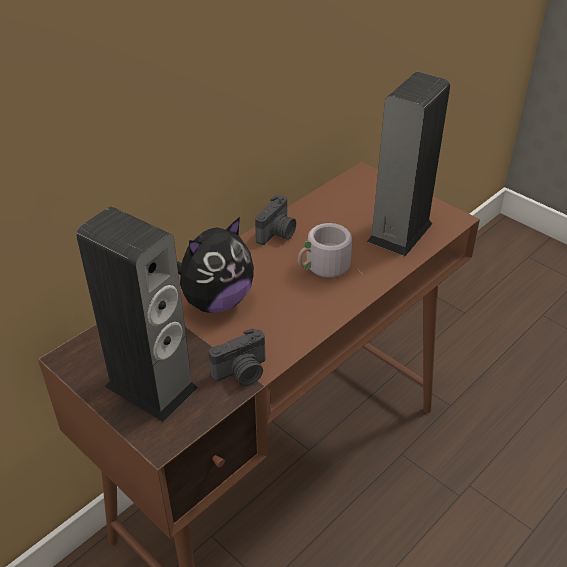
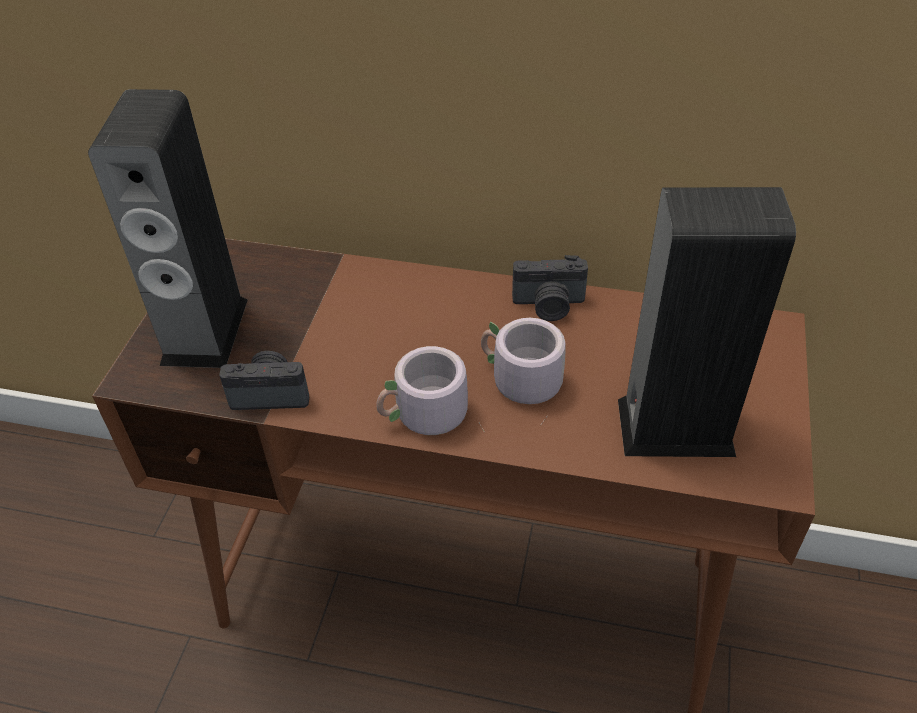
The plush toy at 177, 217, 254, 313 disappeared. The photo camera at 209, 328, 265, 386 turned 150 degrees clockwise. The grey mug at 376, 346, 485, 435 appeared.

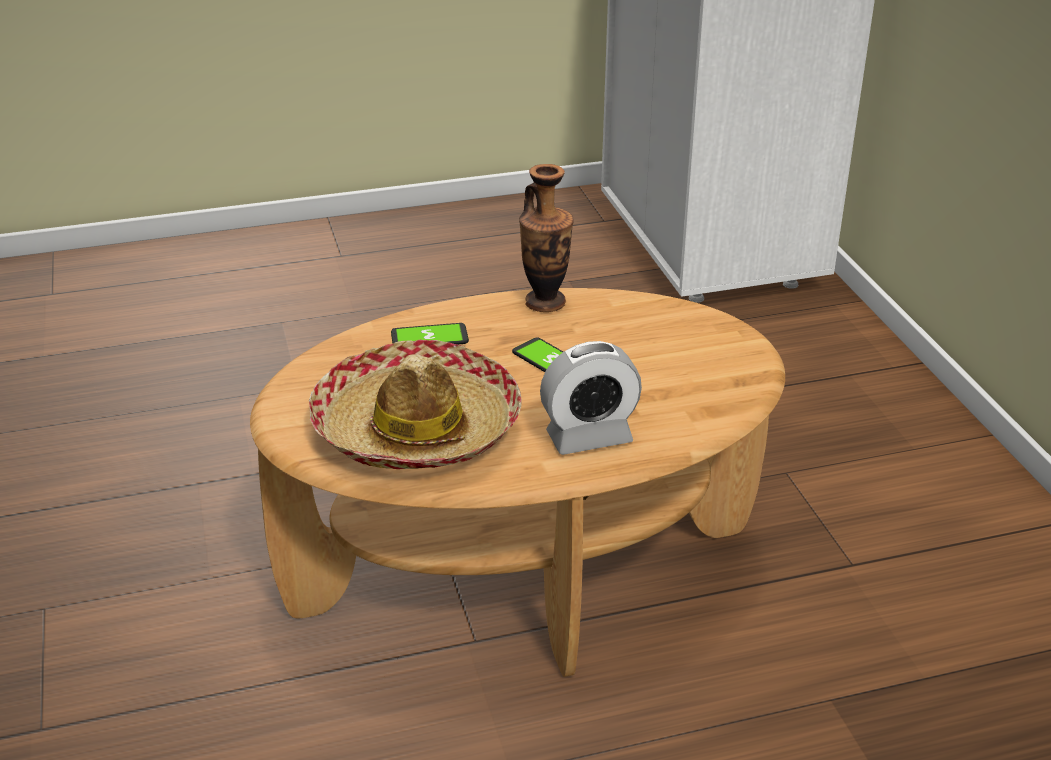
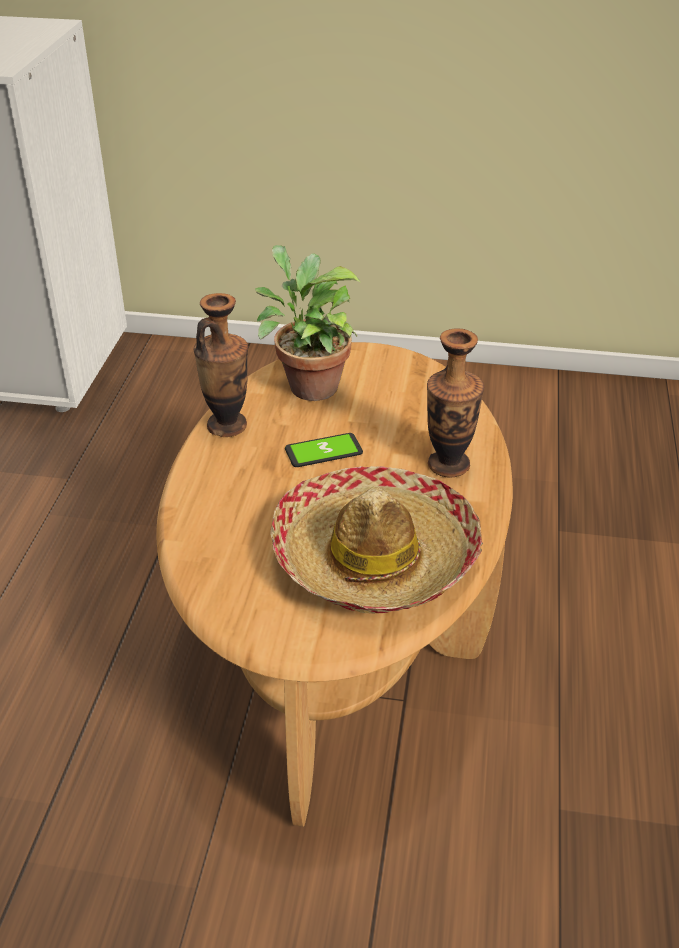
The phone at 391, 323, 469, 344 disappeared. The alarm clock at 540, 341, 642, 455 was replaced by the vase at 427, 328, 484, 477. The potted plant at 255, 245, 360, 401 appeared.

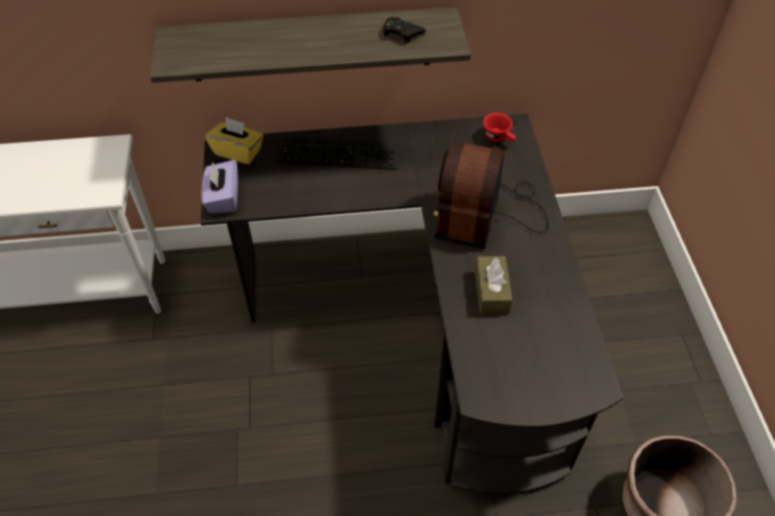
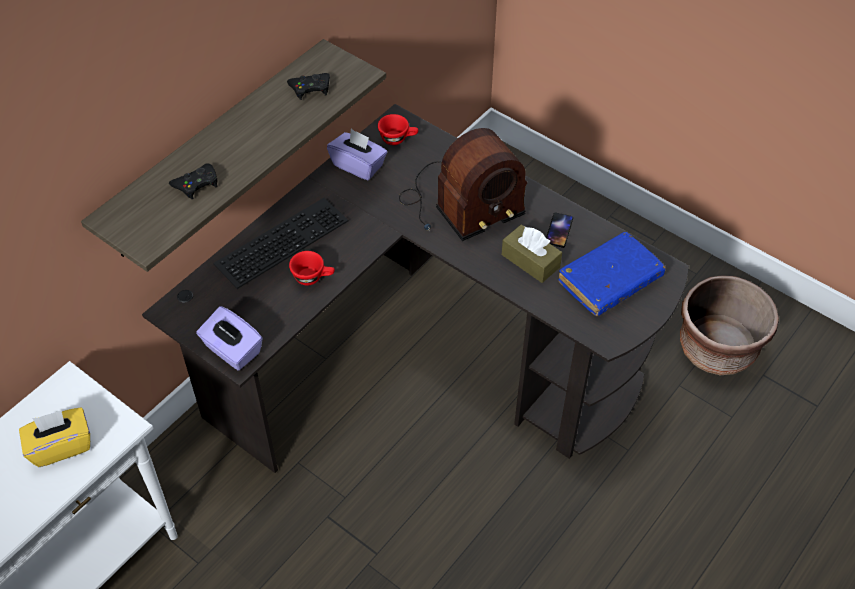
The yellow tissue box moved from 205, 117, 264, 164 to 19, 407, 90, 467. The radio at 434, 141, 549, 249 turned 90 degrees counterclockwise. The purple tissue box at 327, 129, 387, 180 appeared. The black game controller at 169, 163, 218, 199 appeared. The phone at 546, 212, 573, 248 appeared. The blue book at 558, 232, 666, 316 appeared. The red cup at 289, 251, 335, 285 appeared.

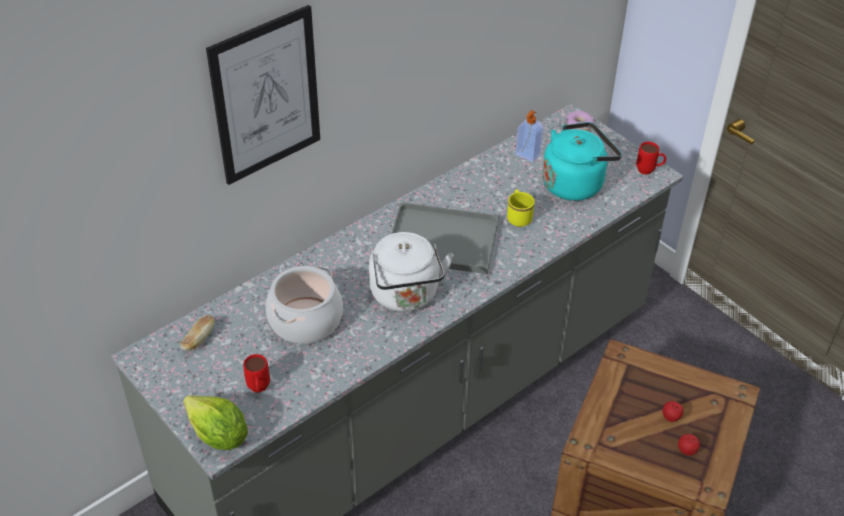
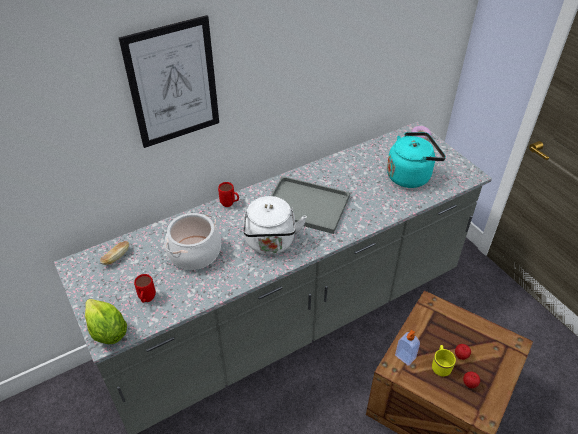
The soap dispenser moved from 515, 110, 543, 162 to 395, 330, 420, 366. The red mug moved from 636, 142, 666, 175 to 218, 182, 239, 207. The yellow mug moved from 507, 189, 535, 227 to 432, 345, 456, 376.

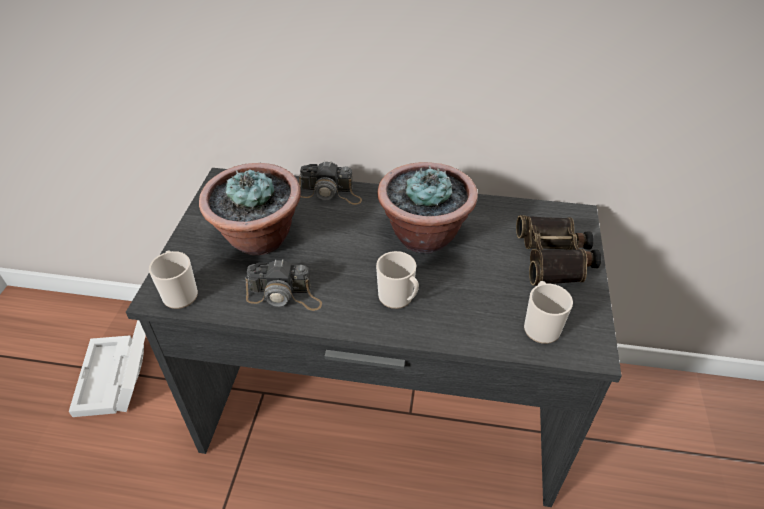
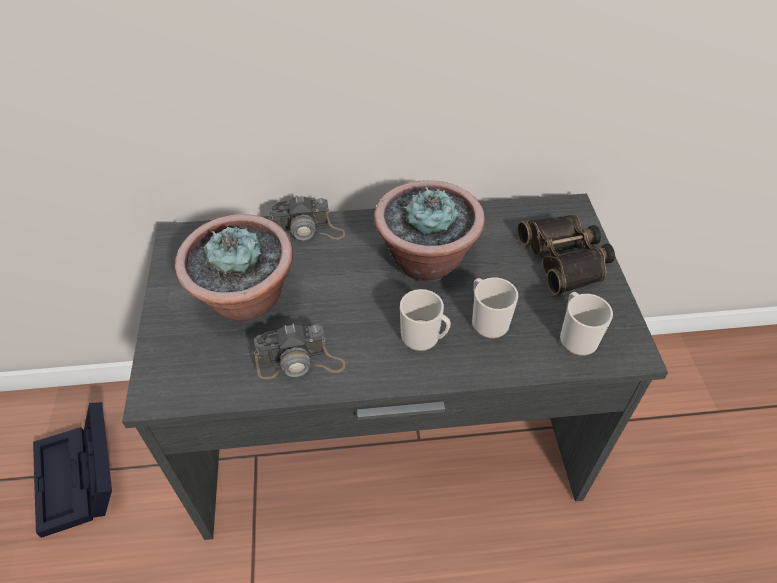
The mug moved from 149, 250, 198, 309 to 472, 277, 518, 339. The white storage box at 69, 320, 146, 417 became the black storage box at 33, 402, 112, 538.

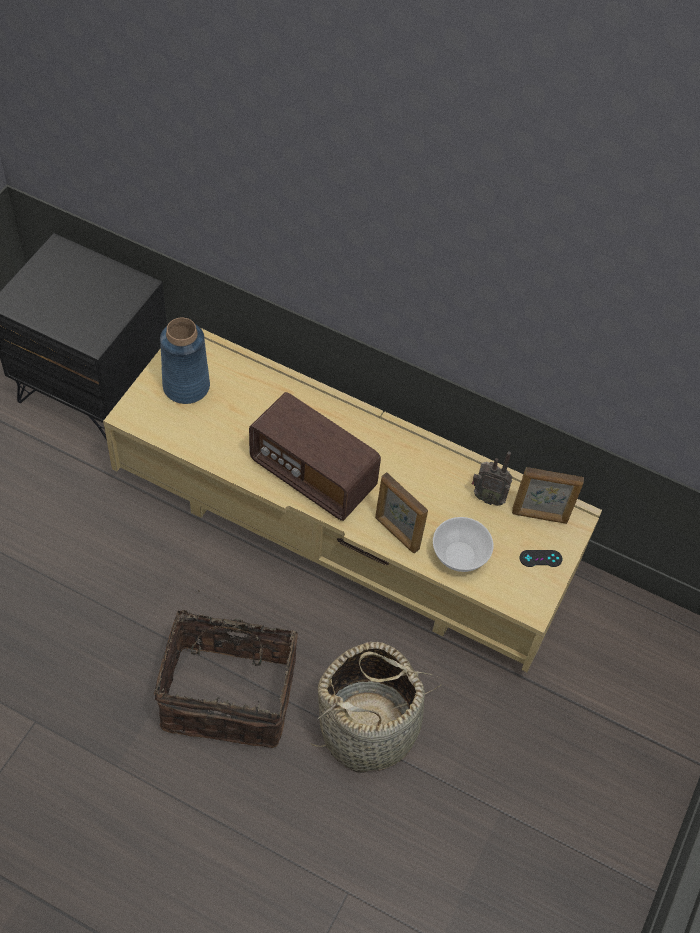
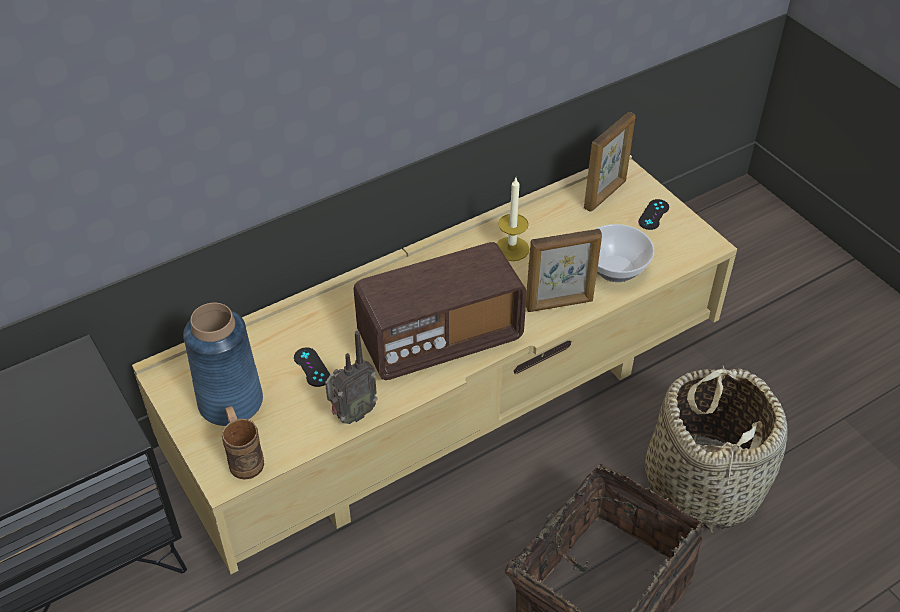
The radio moved from 472, 451, 513, 506 to 325, 331, 378, 424. The candle at 497, 178, 529, 261 appeared. The black game controller at 294, 347, 330, 387 appeared. The brown mug at 222, 406, 264, 480 appeared.

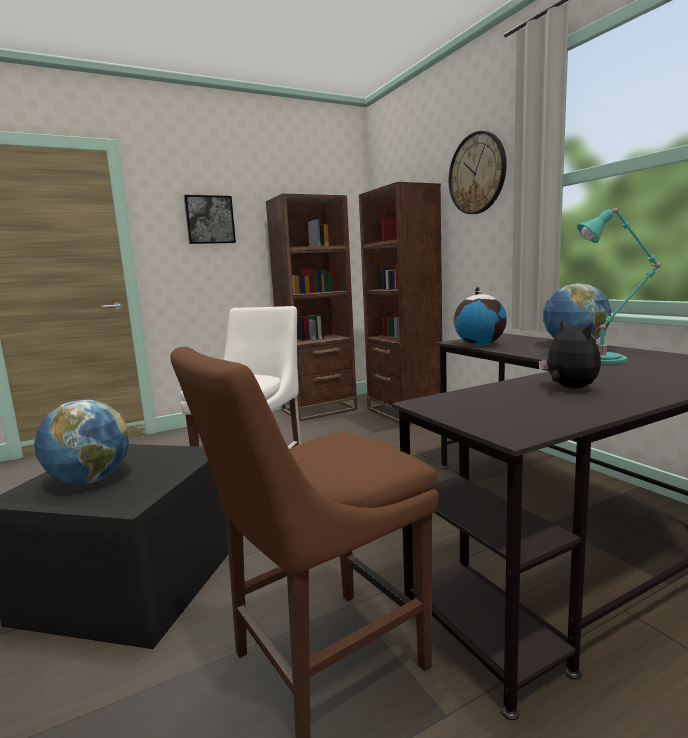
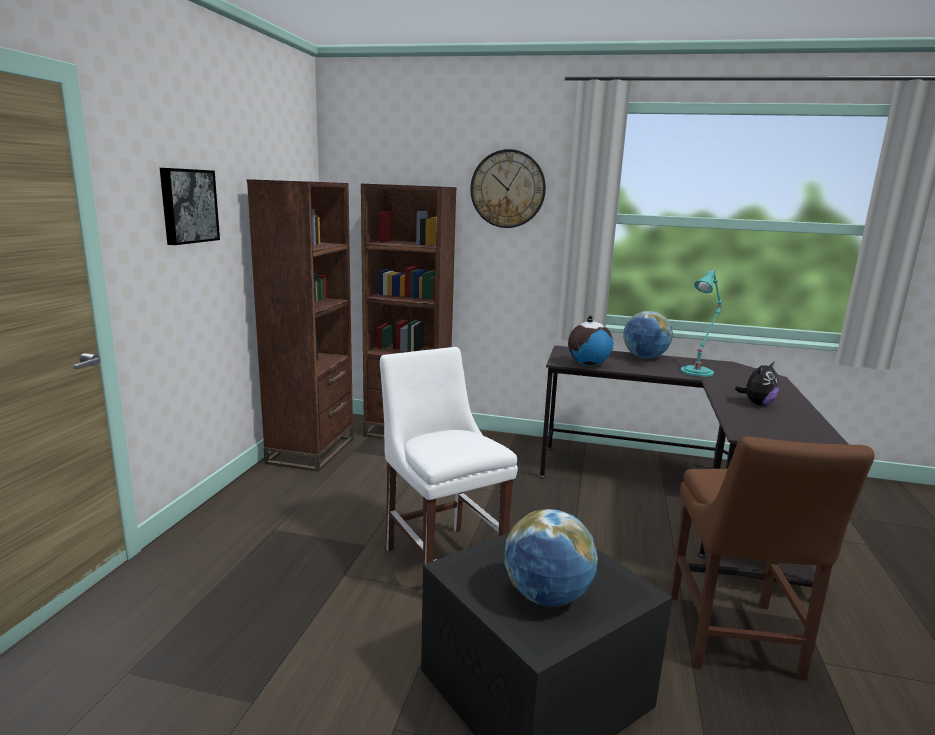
The plush toy at 538, 320, 601, 389 turned 120 degrees clockwise.

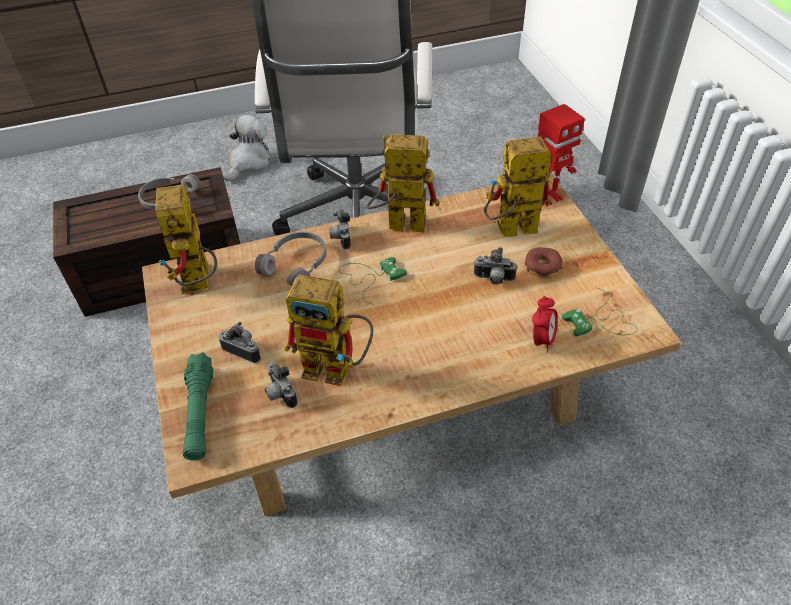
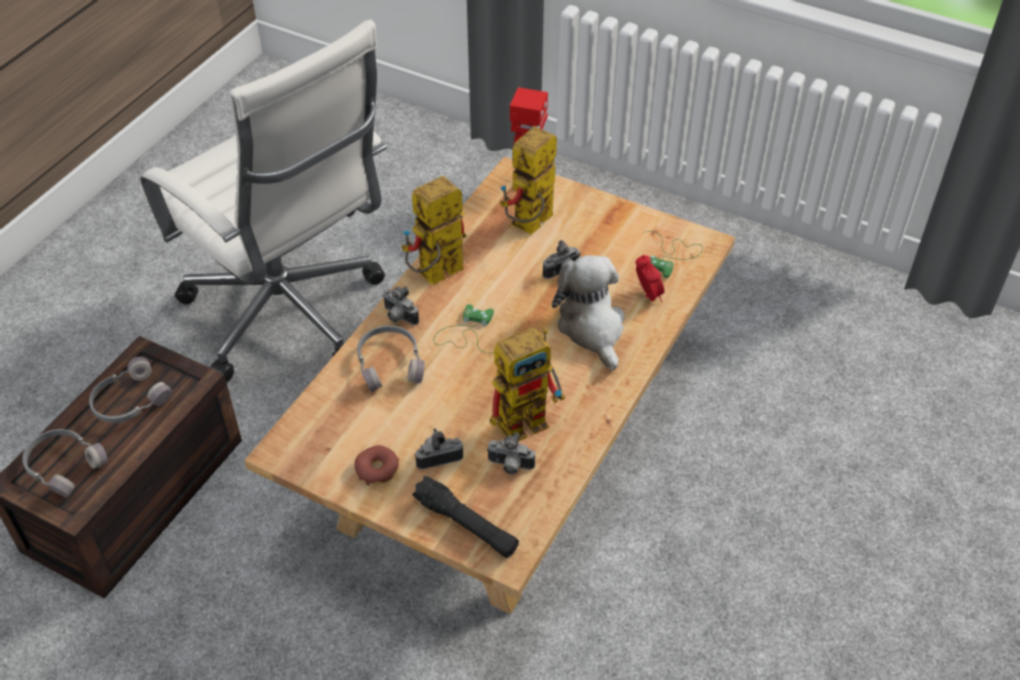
The plush toy moved from 222, 115, 270, 182 to 552, 255, 625, 370. The toy robot at 155, 184, 217, 294 disappeared. The donut moved from 525, 247, 563, 277 to 355, 445, 399, 486. The green flashlight at 183, 352, 213, 460 became the black flashlight at 412, 476, 519, 558. The grey headphones at 22, 429, 108, 497 appeared.

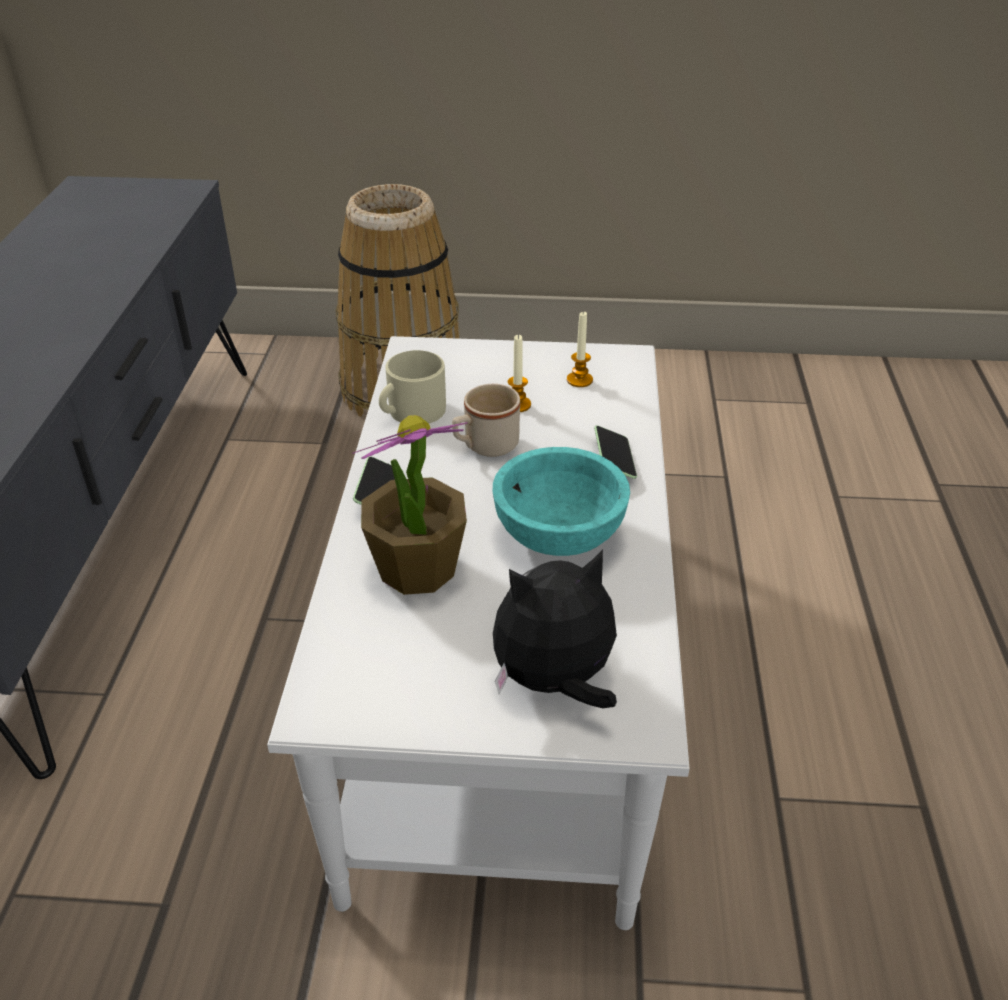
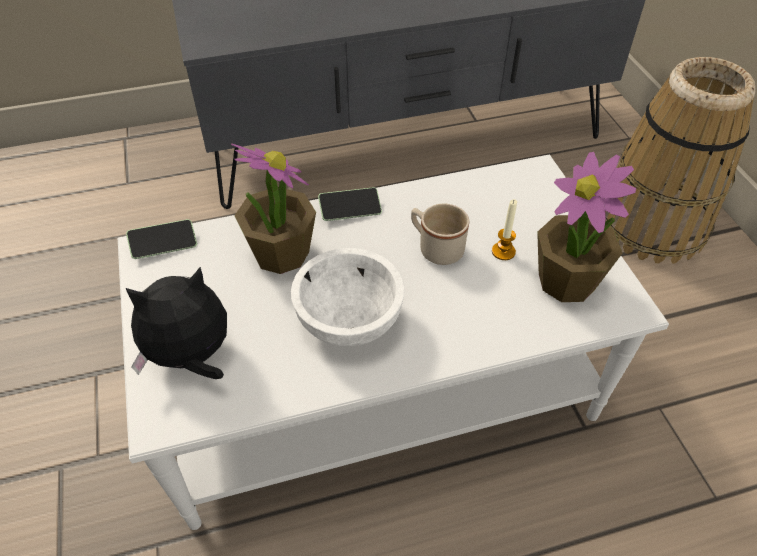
The candle at 567, 311, 593, 387 was replaced by the potted plant at 537, 152, 636, 302. The beige mug at 379, 350, 446, 423 disappeared. The phone moved from 594, 426, 637, 479 to 126, 219, 197, 259. The turquoise bowl at 493, 447, 630, 556 became the white bowl at 291, 248, 405, 347. The plush toy at 493, 549, 617, 708 turned 75 degrees counterclockwise.

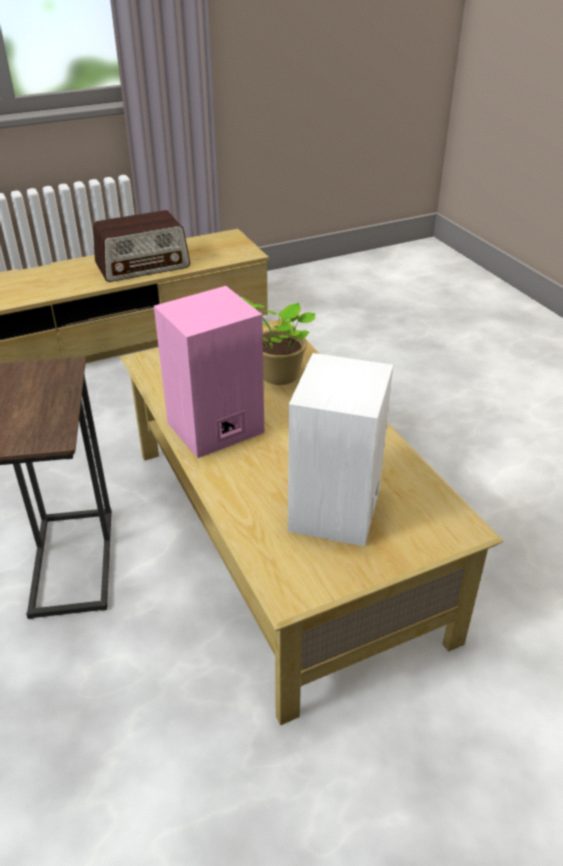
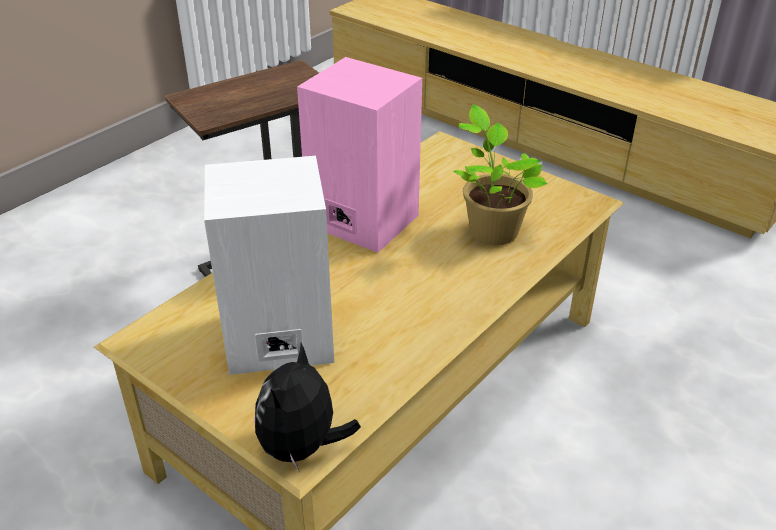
The radio at 93, 210, 190, 282 disappeared. The plush toy at 255, 343, 361, 472 appeared.

